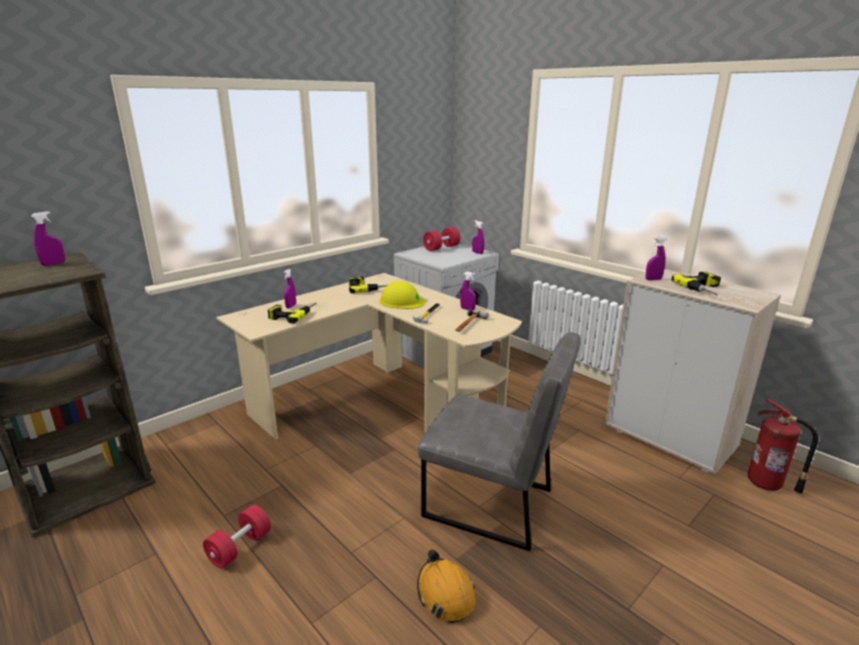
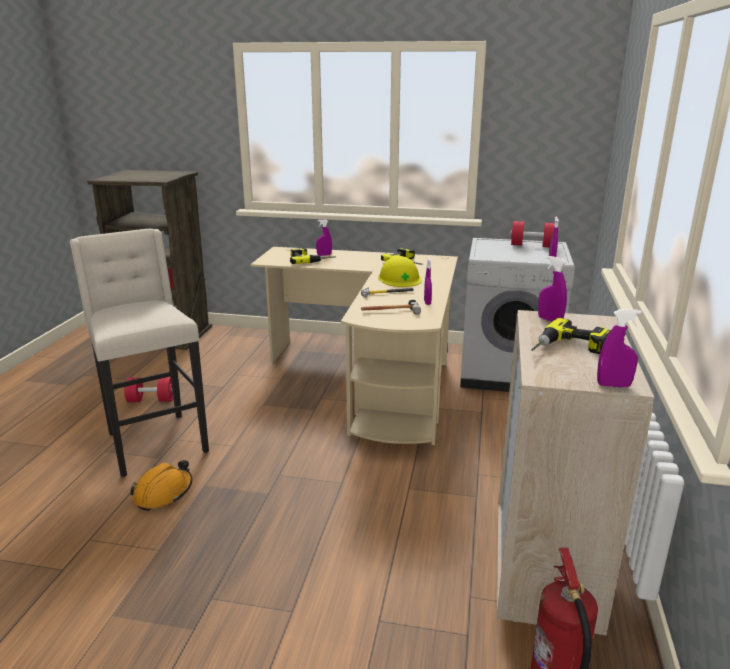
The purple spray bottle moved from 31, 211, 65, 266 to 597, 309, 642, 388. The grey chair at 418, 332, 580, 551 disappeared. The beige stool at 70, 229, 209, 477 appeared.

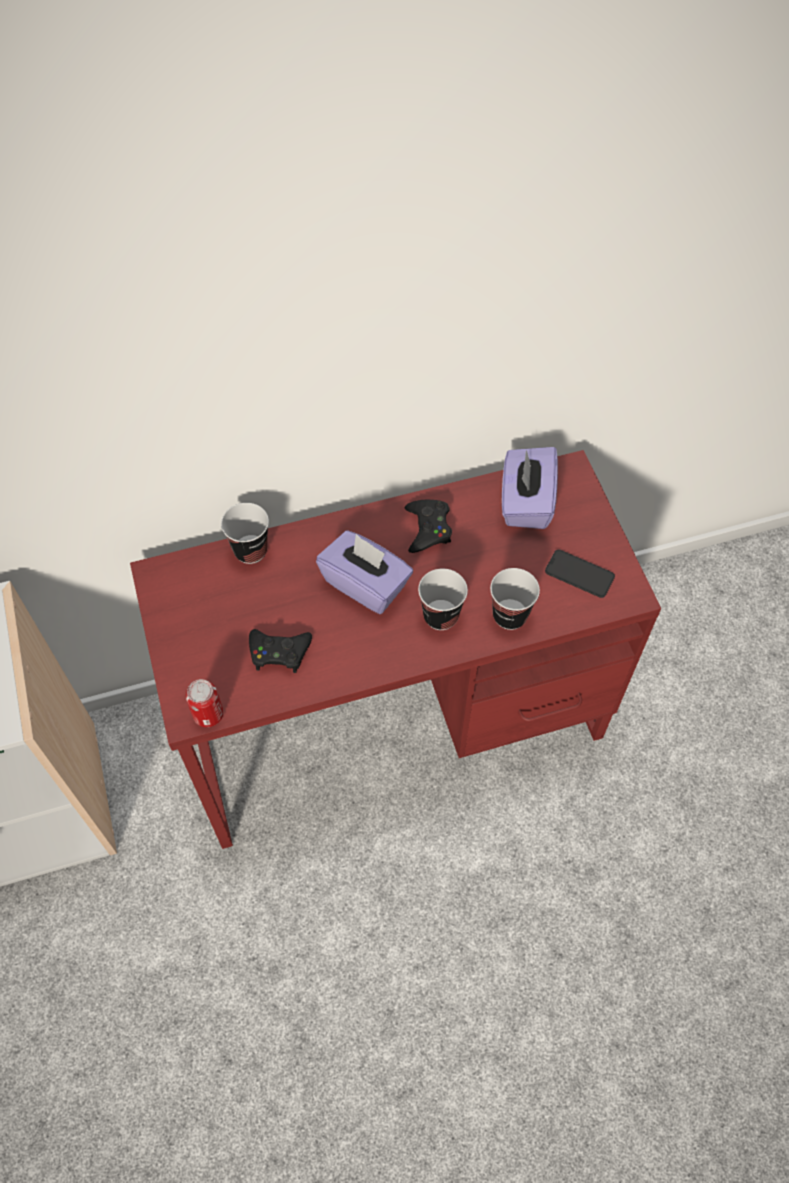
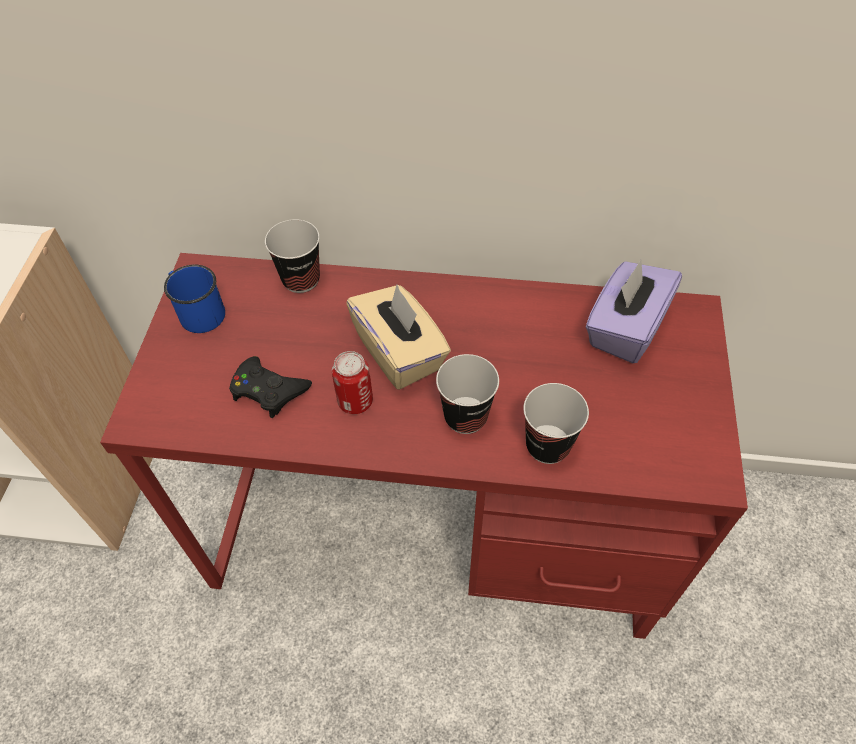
The black game controller at 405, 500, 452, 553 disappeared. The purple tissue box at 316, 531, 413, 614 became the beige tissue box at 346, 285, 451, 390. The phone at 545, 549, 615, 598 disappeared. The can moved from 186, 679, 224, 727 to 332, 351, 373, 414. The blue mug at 164, 265, 225, 333 appeared.

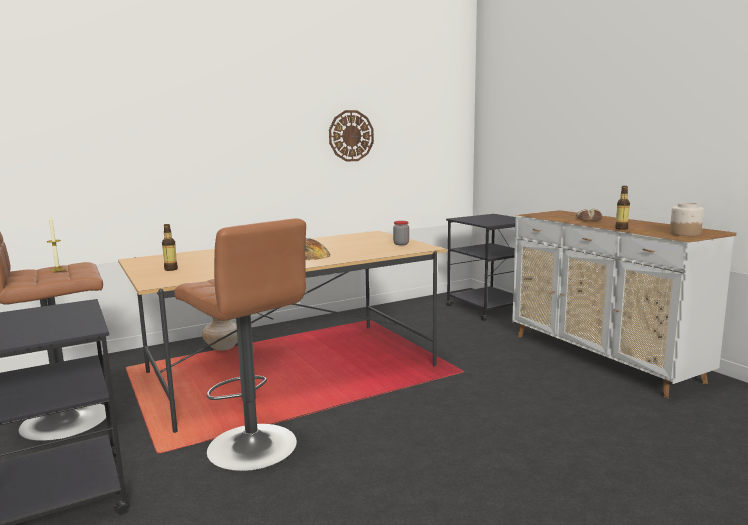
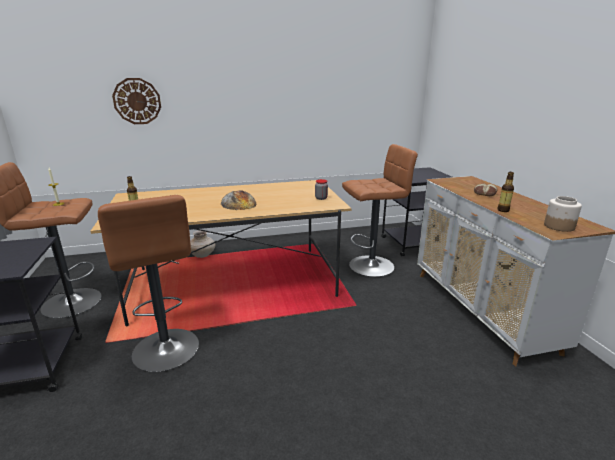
The wall clock moved from 329, 110, 374, 162 to 112, 78, 161, 124. The brown stool at 342, 144, 418, 277 appeared.

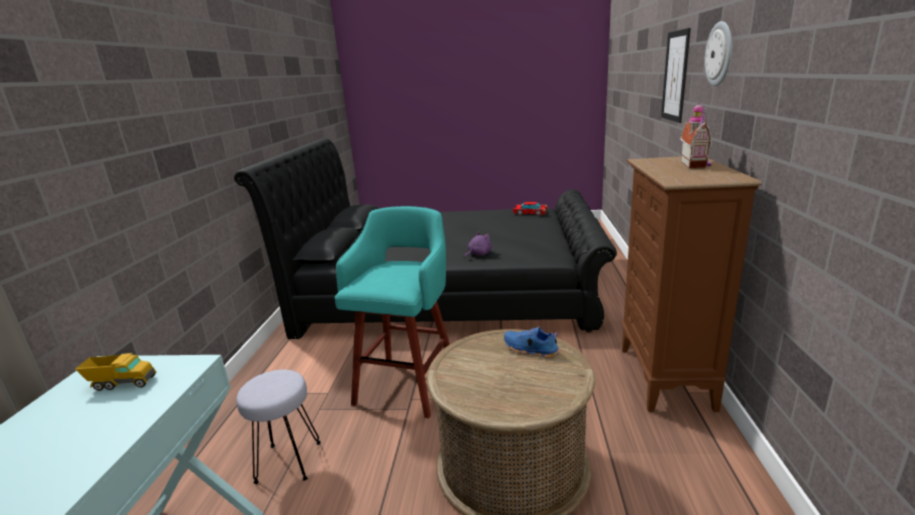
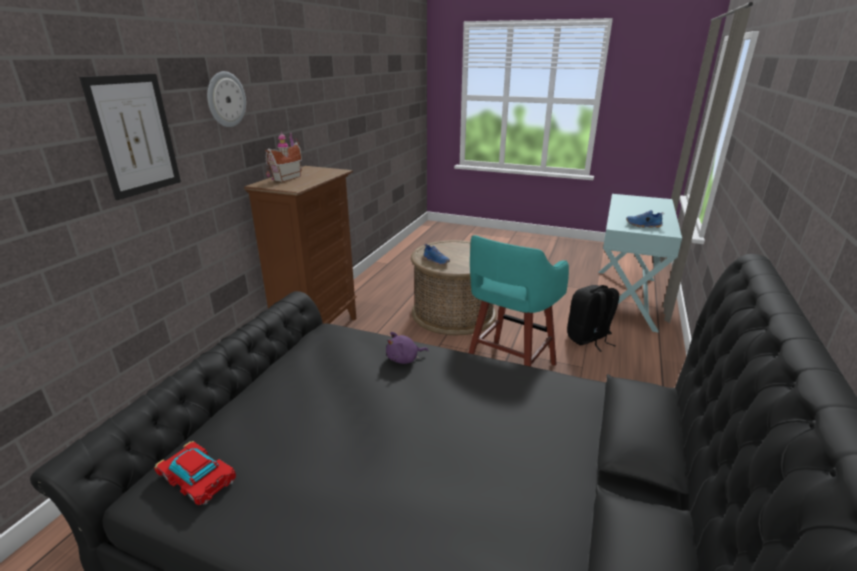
The toy truck at 75, 353, 156, 391 was replaced by the blue shoe at 626, 210, 664, 228. The grey stool at 236, 370, 321, 484 was replaced by the black backpack at 567, 285, 619, 352.

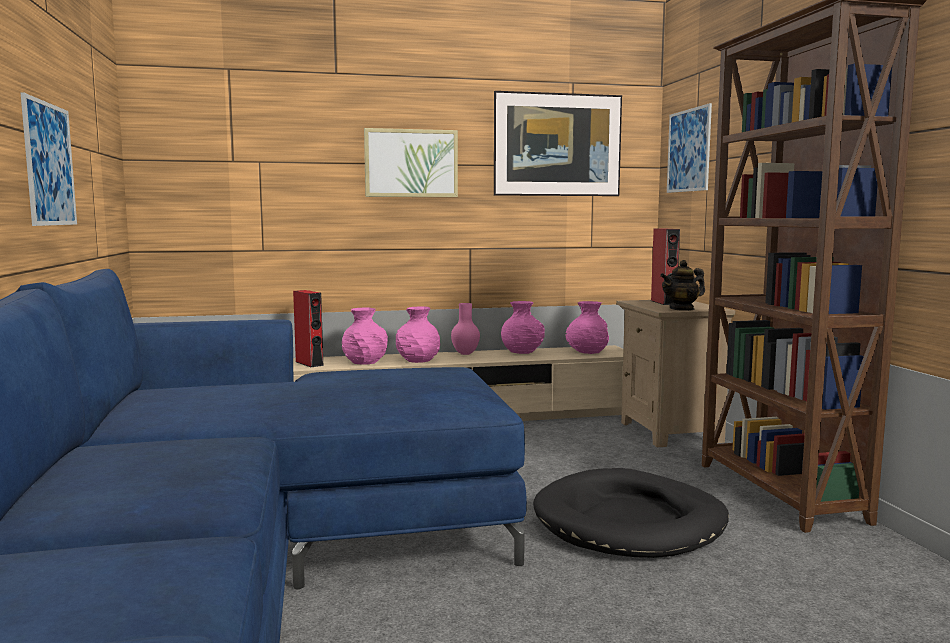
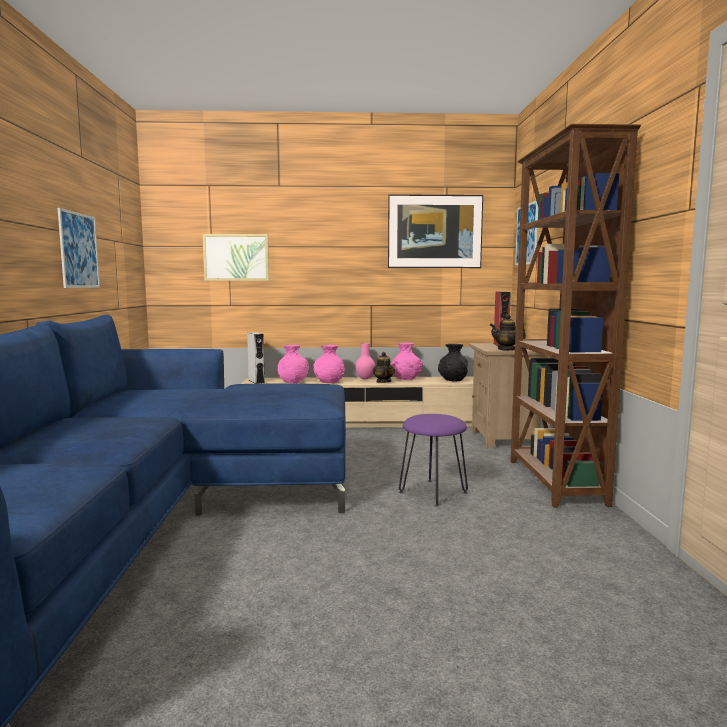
The picture moved from 364, 128, 458, 197 to 202, 234, 269, 281. The red speaker at 293, 290, 324, 368 became the grey speaker at 247, 332, 265, 384. The pink vase at 566, 301, 609, 354 became the black vase at 438, 344, 468, 382. The black dog bed at 533, 468, 729, 558 was replaced by the purple stool at 399, 414, 468, 507. The teapot at 372, 352, 395, 383 appeared.

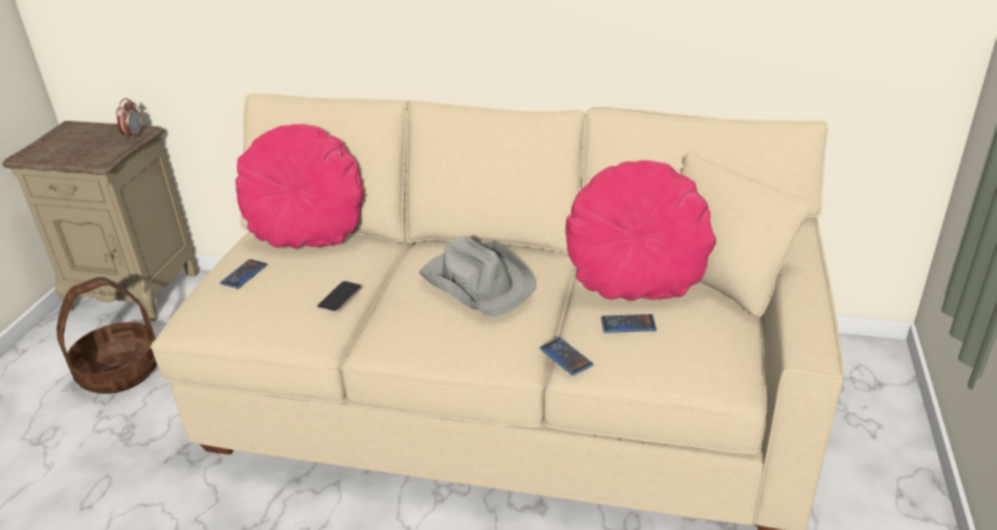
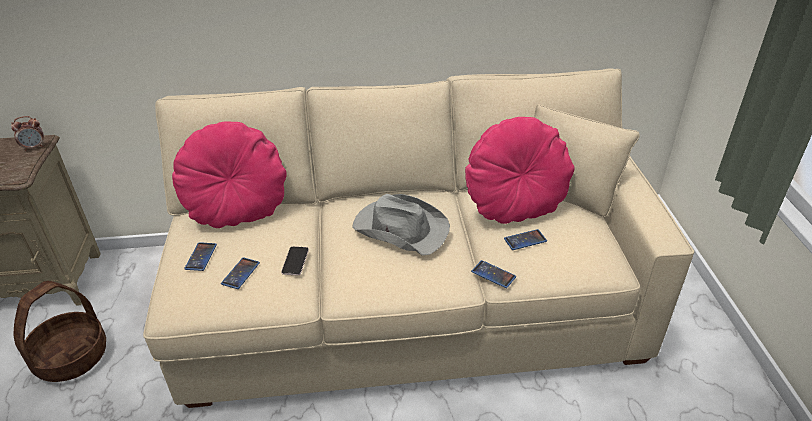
The alarm clock at 116, 98, 142, 139 turned 75 degrees clockwise. The phone at 221, 257, 260, 289 appeared.

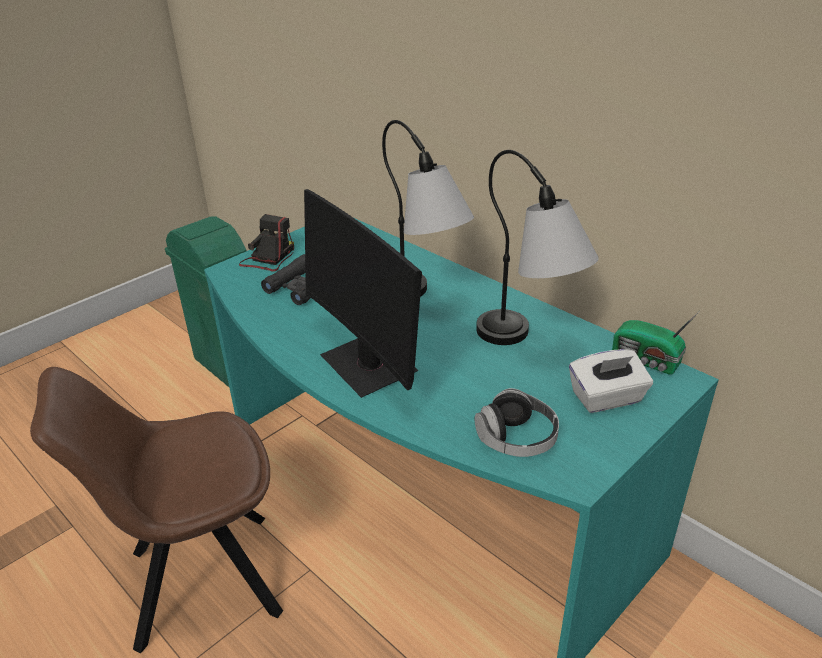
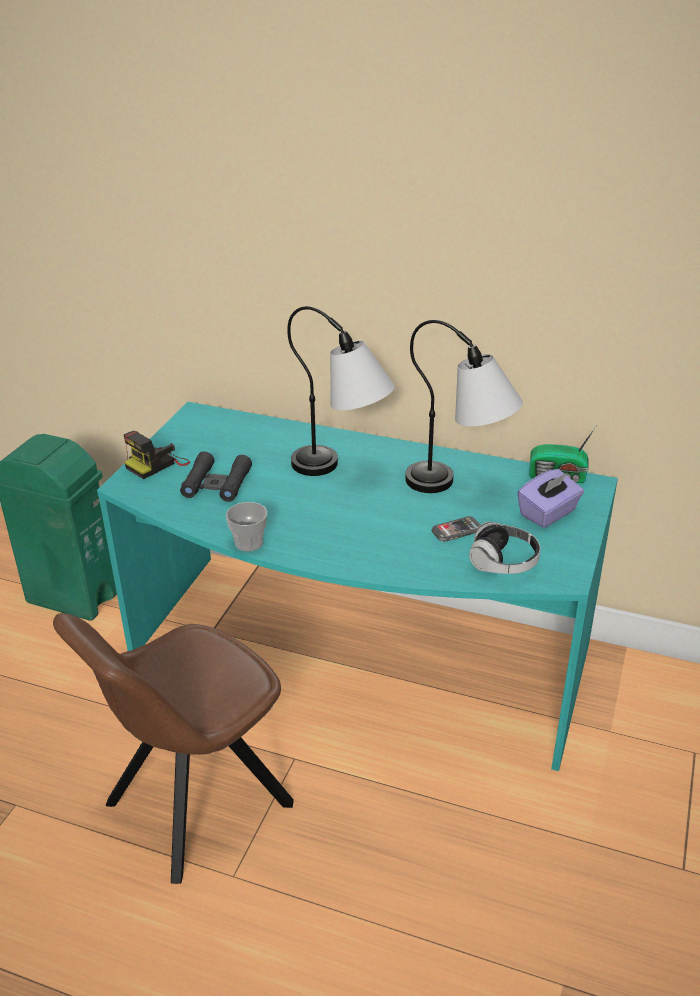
The monitor at 304, 189, 422, 398 disappeared. The photo camera at 239, 214, 294, 271 turned 135 degrees counterclockwise. The white tissue box at 569, 349, 653, 413 became the purple tissue box at 517, 469, 584, 528. The cup at 226, 502, 268, 551 appeared. The phone at 431, 516, 480, 542 appeared.

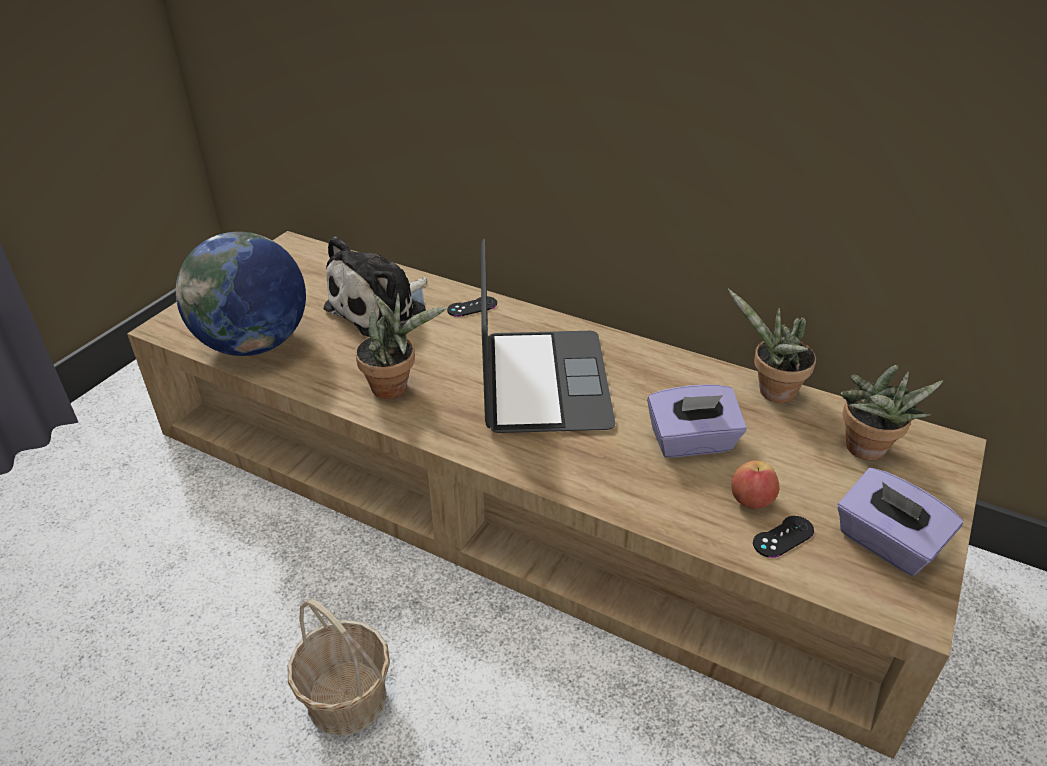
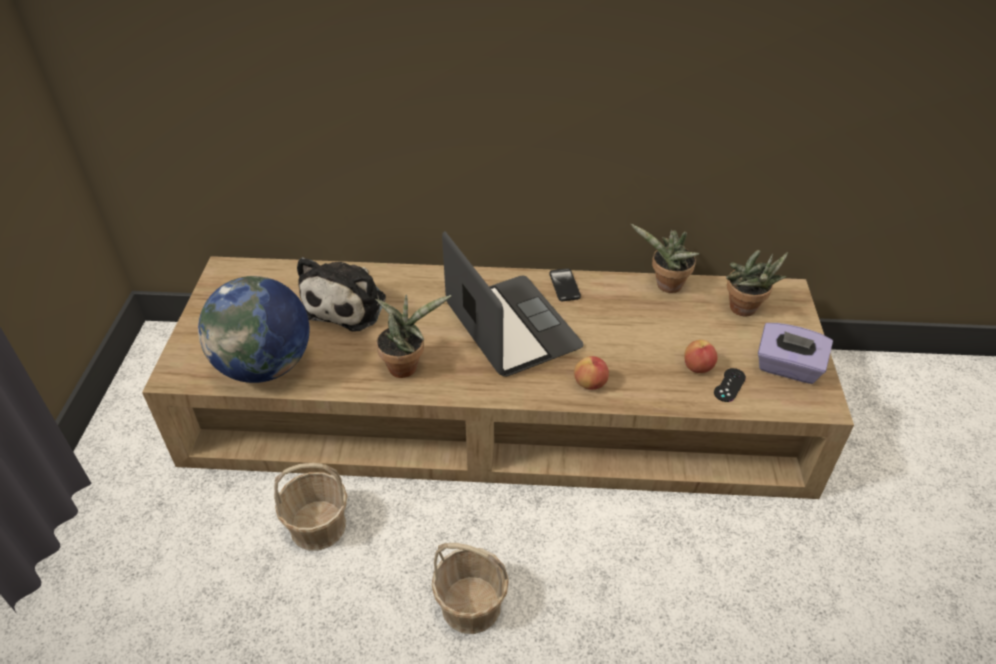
The black game controller at 447, 296, 497, 317 disappeared. The purple tissue box at 647, 385, 747, 458 disappeared. The phone at 550, 268, 581, 301 appeared. The apple at 574, 356, 609, 390 appeared. The basket at 274, 463, 347, 551 appeared.

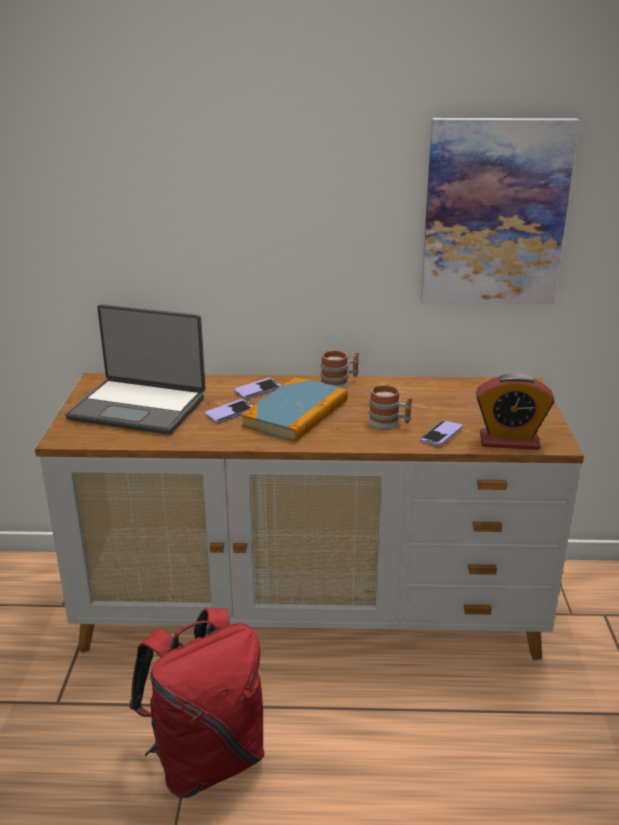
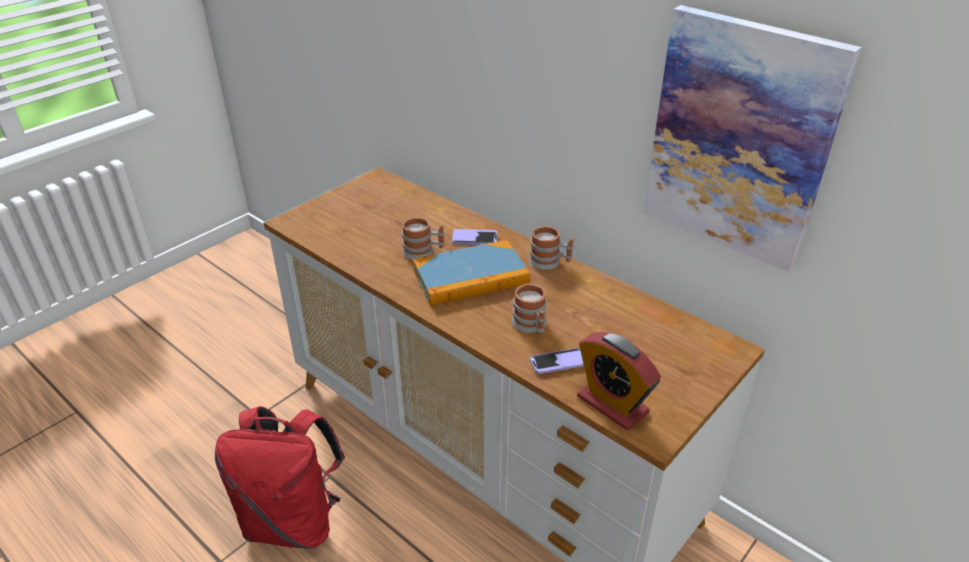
The laptop at 65, 304, 206, 435 disappeared. The phone at 205, 399, 252, 423 was replaced by the mug at 402, 217, 445, 260.

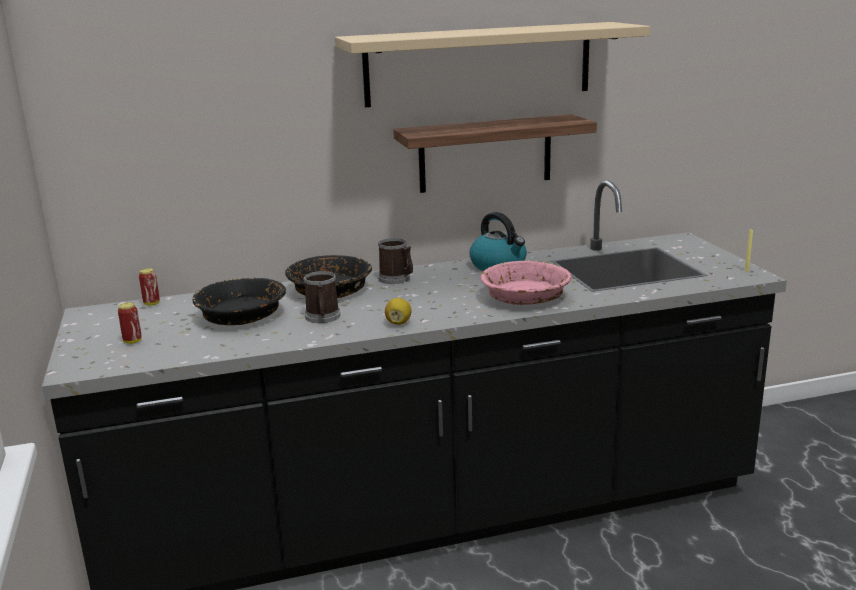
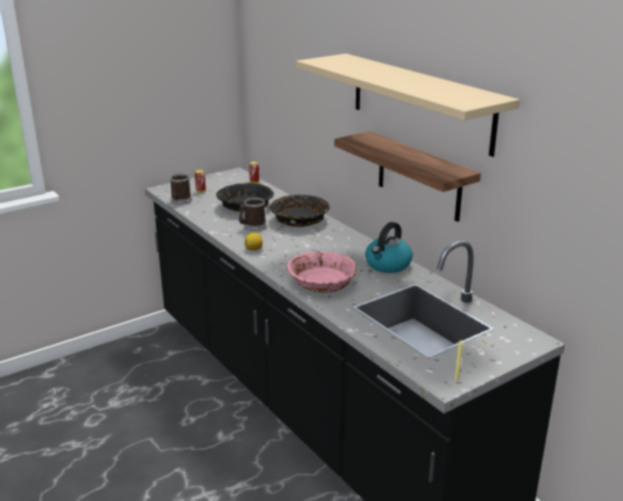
The mug moved from 378, 238, 413, 284 to 170, 174, 192, 205.

